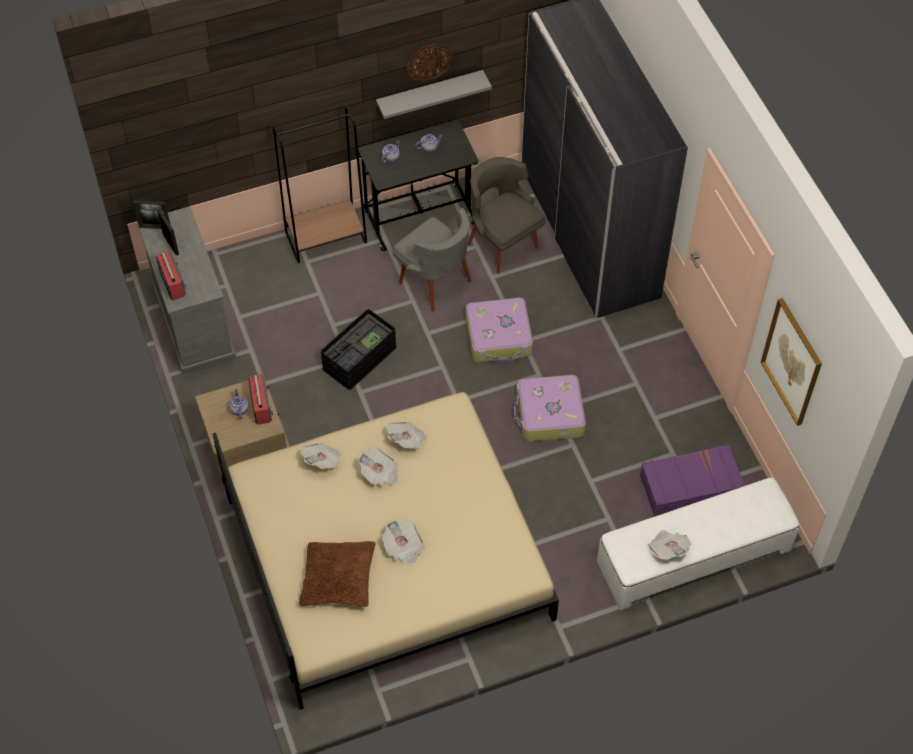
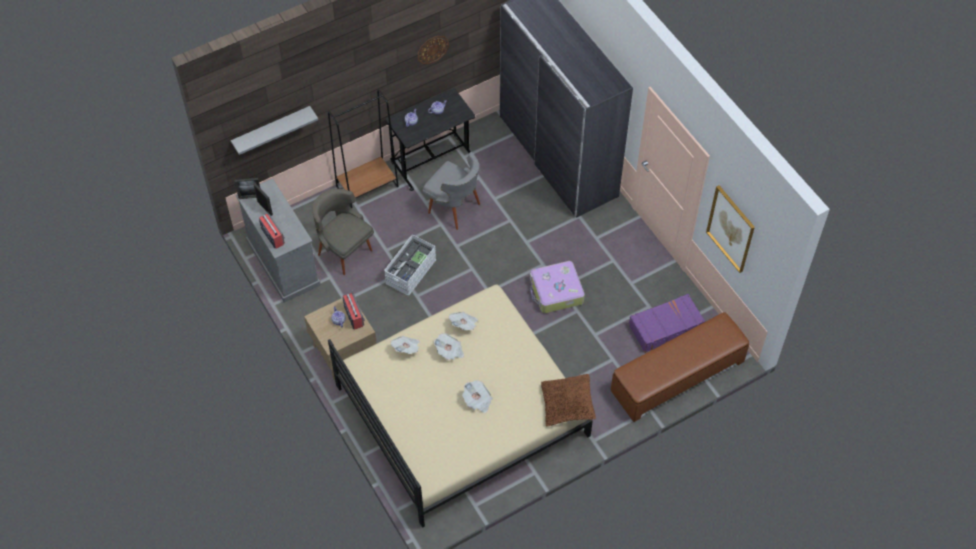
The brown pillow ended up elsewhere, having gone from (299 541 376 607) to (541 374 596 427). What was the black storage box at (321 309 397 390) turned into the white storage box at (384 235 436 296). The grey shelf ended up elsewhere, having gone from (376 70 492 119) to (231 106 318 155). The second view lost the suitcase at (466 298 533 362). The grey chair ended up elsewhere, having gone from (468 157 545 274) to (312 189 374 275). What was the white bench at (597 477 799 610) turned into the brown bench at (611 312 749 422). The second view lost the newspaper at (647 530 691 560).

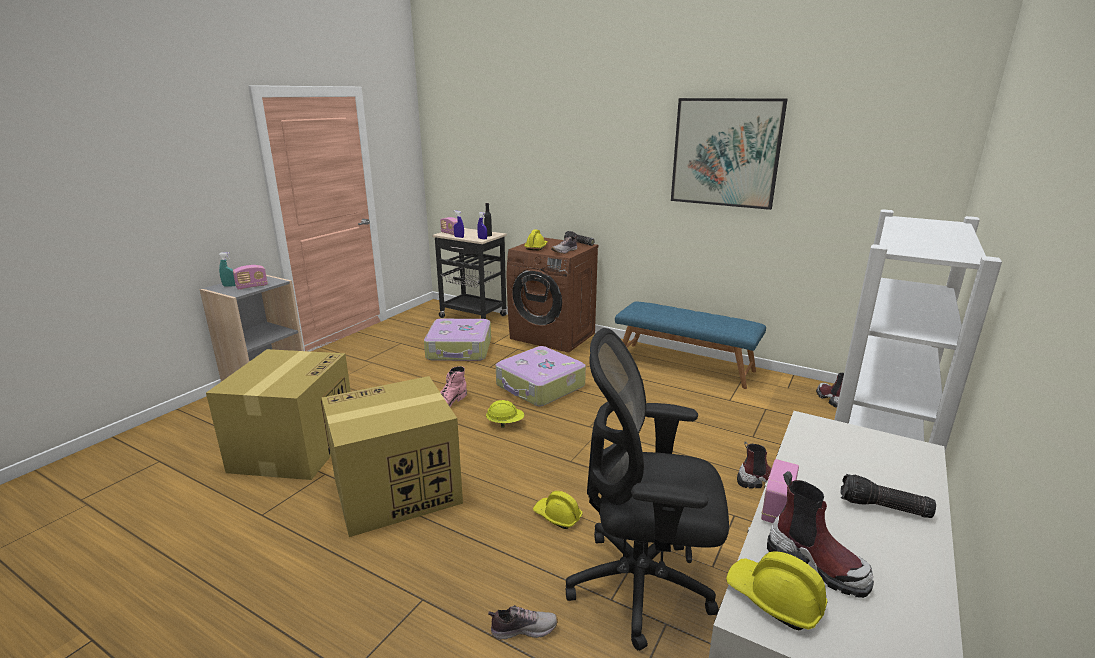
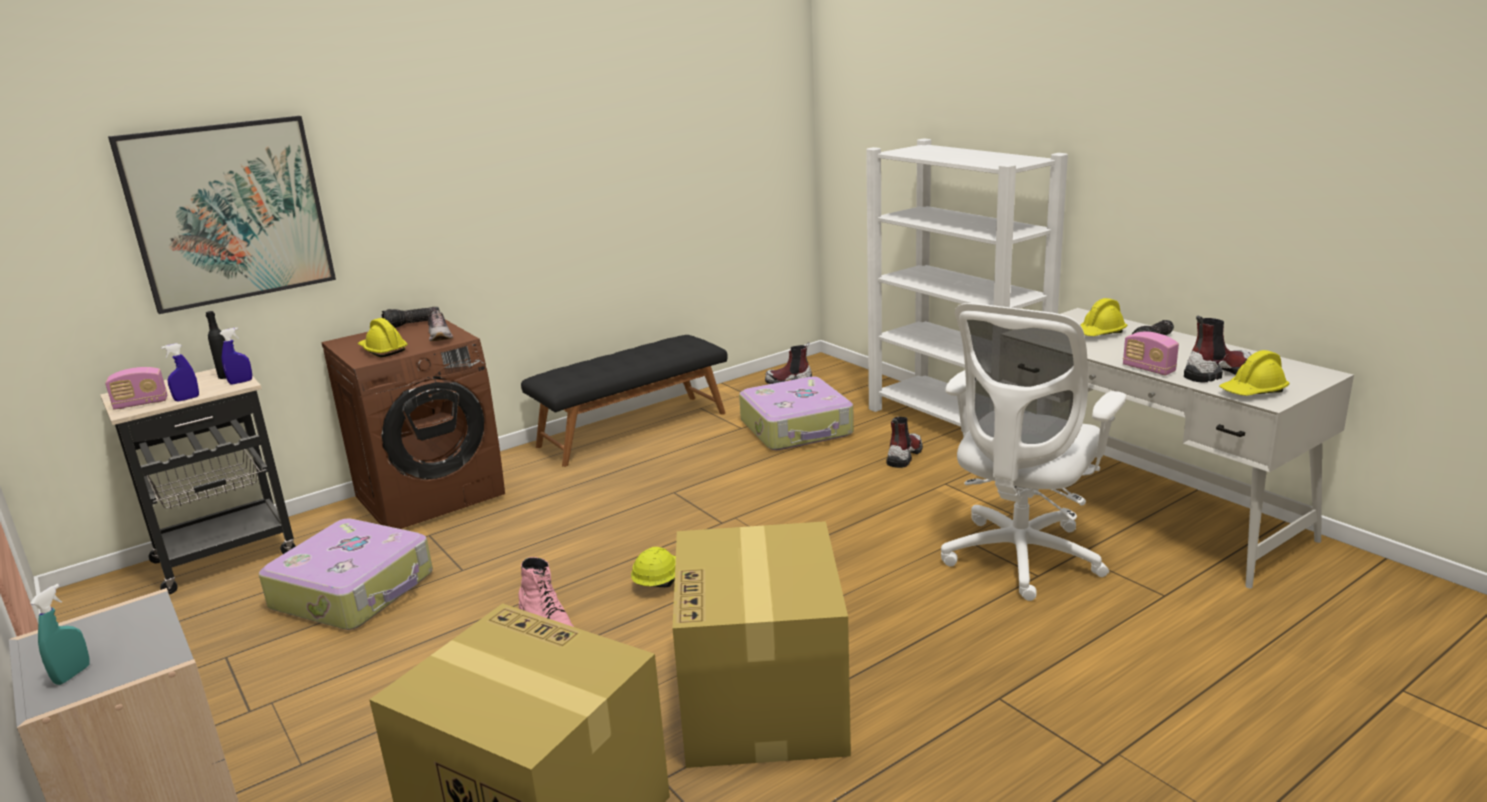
The second view lost the radio at (233 265 268 289). The second view lost the shoe at (488 605 558 640). The suitcase ended up elsewhere, having gone from (496 346 586 406) to (739 377 854 450). The yellow hard hat ended up elsewhere, having gone from (533 491 583 529) to (1080 298 1127 336). What was the black office chair at (566 328 729 651) turned into the white office chair at (941 303 1126 601). What was the blue bench at (615 301 766 389) turned into the black bench at (521 335 728 467). The picture ended up elsewhere, having gone from (671 98 788 210) to (108 116 336 314).

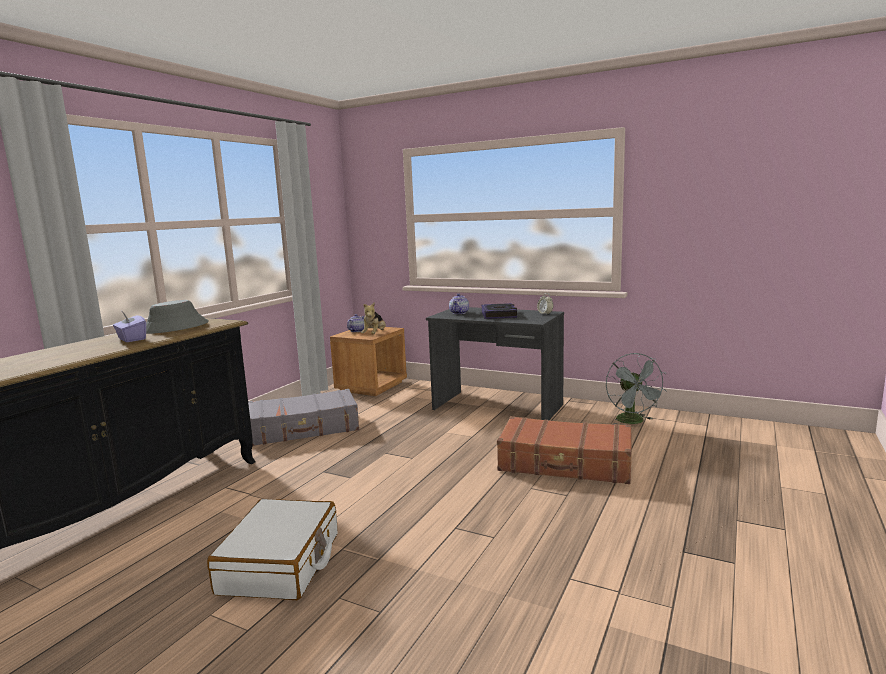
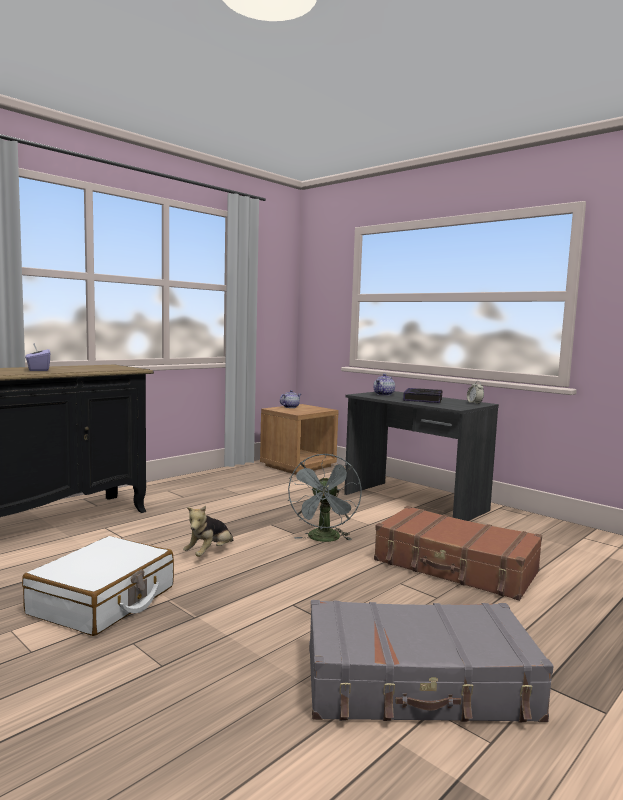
The second view lost the grey hat at (146 300 209 334). The grey suitcase ended up elsewhere, having gone from (248 389 359 446) to (309 600 553 722). The plush toy ended up elsewhere, having gone from (361 302 386 334) to (183 505 234 557). The grey fan ended up elsewhere, having gone from (606 353 667 424) to (288 454 362 542).

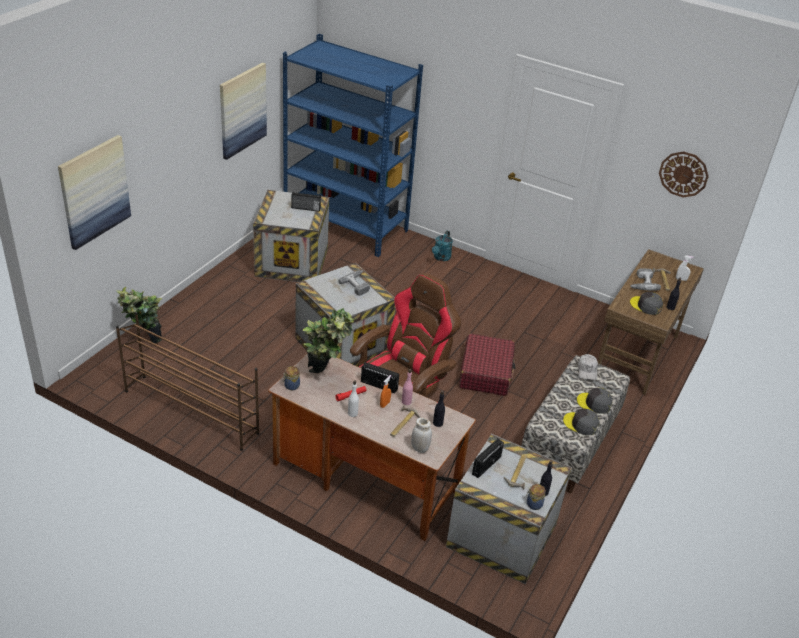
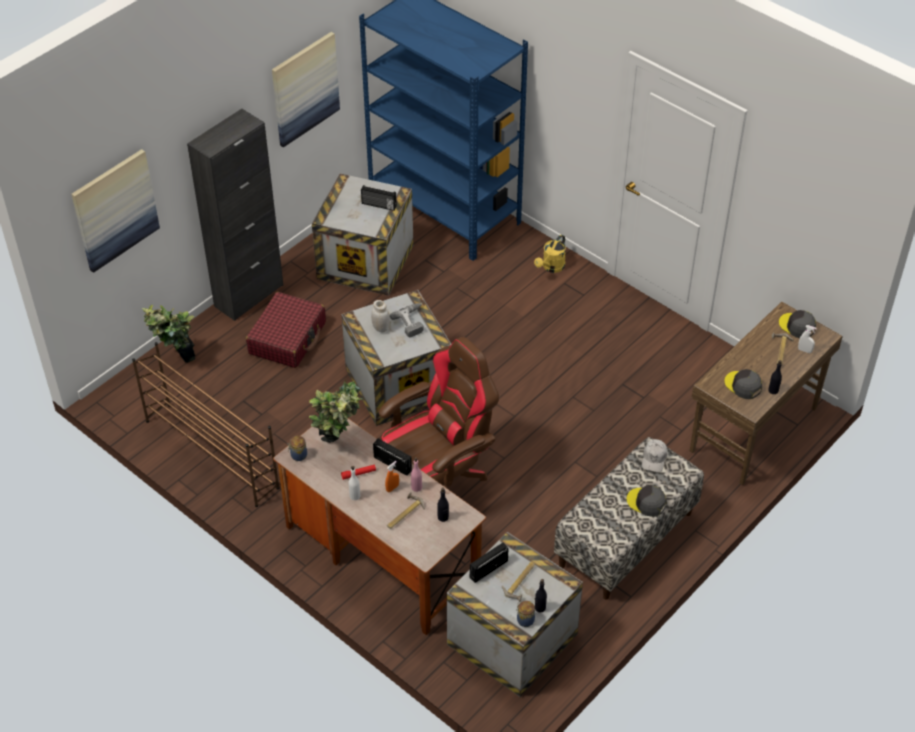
The white jar ended up elsewhere, having gone from (411 417 432 453) to (371 300 390 332). What was the turquoise watering can at (432 231 453 261) turned into the yellow watering can at (534 235 566 273). The red suitcase ended up elsewhere, having gone from (459 333 515 396) to (246 292 326 368). The grey cap ended up elsewhere, having gone from (563 409 600 436) to (779 310 816 338). The second view lost the power drill at (631 268 661 291). The second view lost the wall clock at (659 151 709 197). The second view gained the black cabinet at (187 109 283 321).

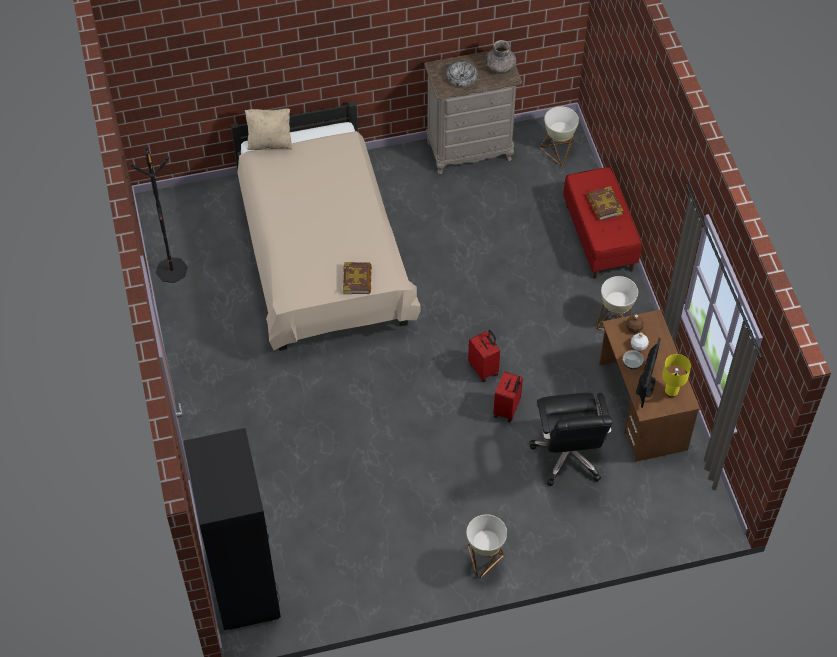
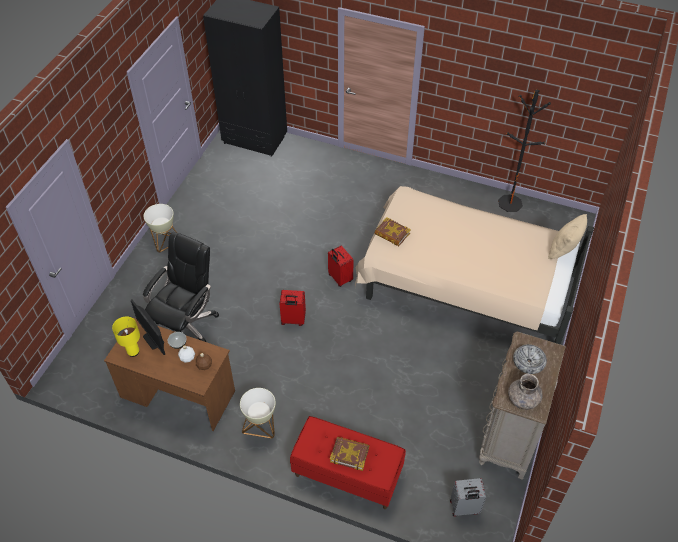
The red suitcase ended up elsewhere, having gone from (493 371 523 422) to (328 246 354 287). The black office chair at (529 393 612 486) ended up facing another way, 90 degrees clockwise from before. Where the planter stood at (540 106 579 166), the grey suitcase came to stand at (450 478 486 517).

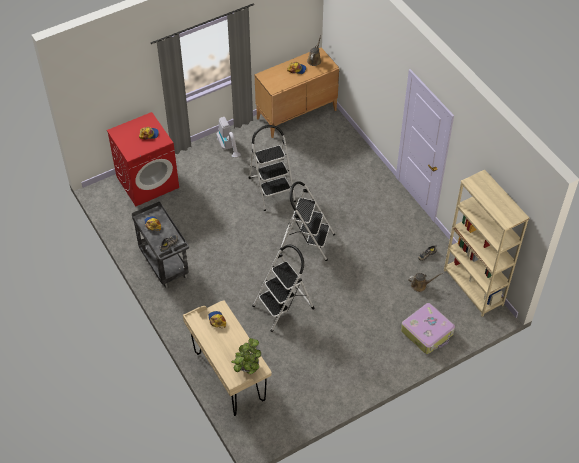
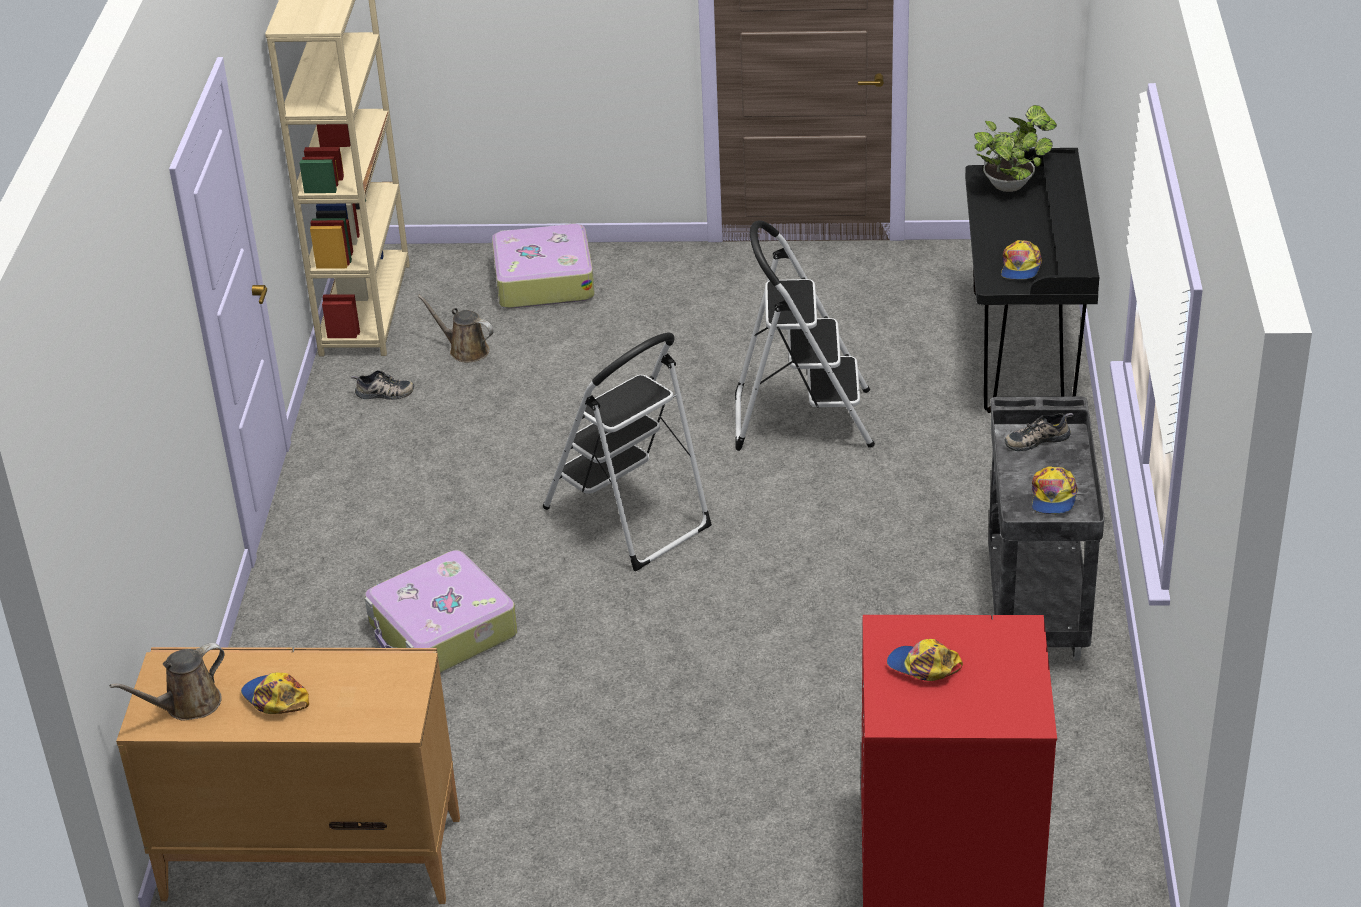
What was the beige desk at (183 300 272 416) turned into the black desk at (965 148 1099 413). The second view lost the vacuum cleaner at (217 117 241 157). The second view lost the step ladder at (249 125 296 211). The second view gained the suitcase at (365 550 517 673).

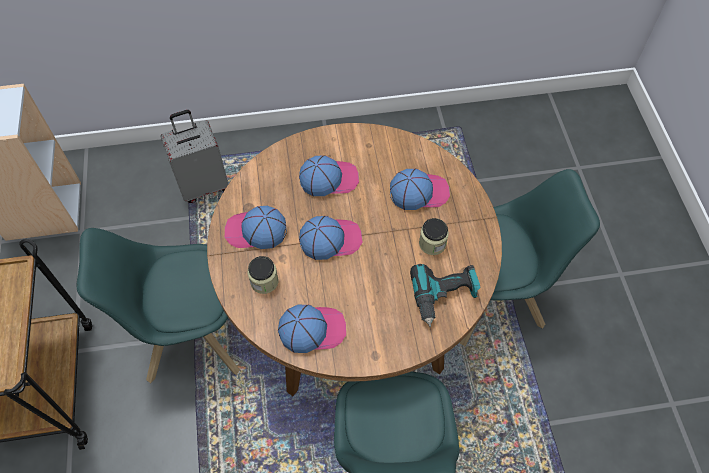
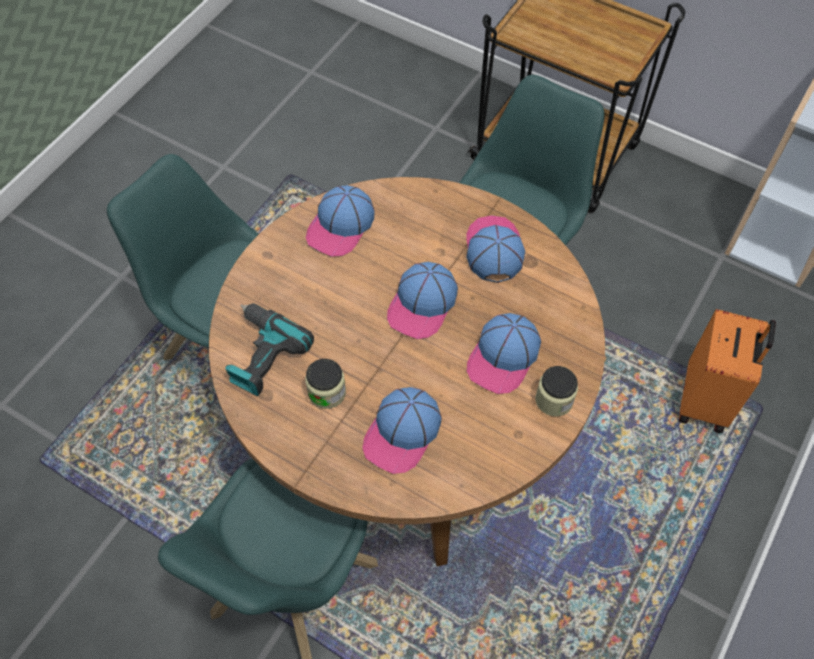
What was the grey suitcase at (160 110 228 203) turned into the orange suitcase at (679 309 776 433). The cap at (225 206 287 249) ended up facing another way, 45 degrees counterclockwise from before. The jar ended up elsewhere, having gone from (248 256 278 294) to (535 366 578 416).

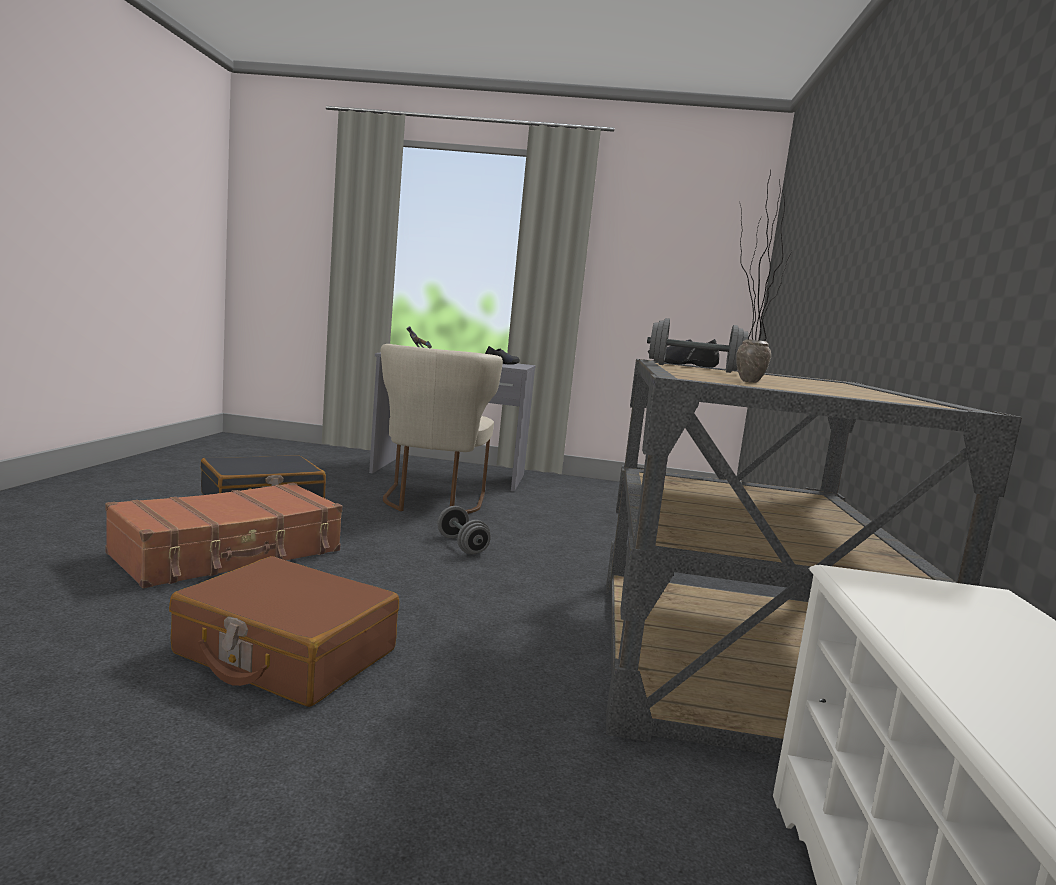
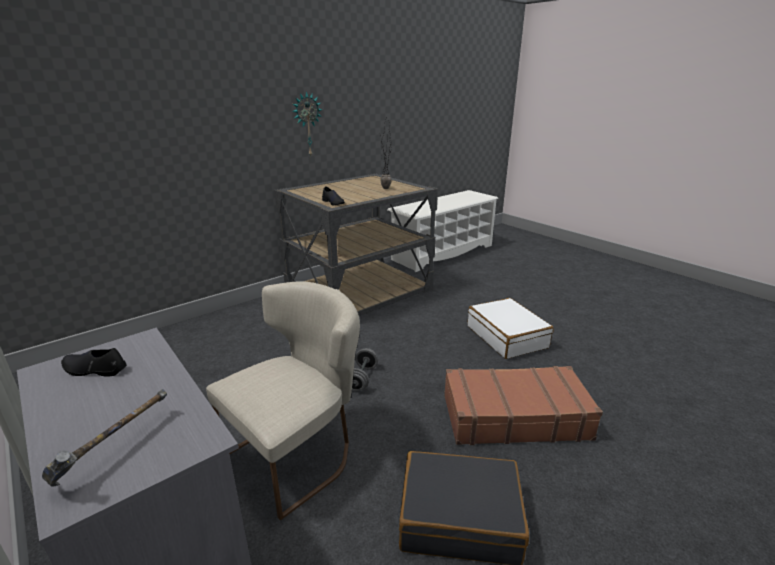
What was the brown suitcase at (169 556 399 707) turned into the white suitcase at (468 298 554 359). The second view lost the grey dumbbell at (647 318 748 373). The second view gained the wall clock at (292 91 322 156).

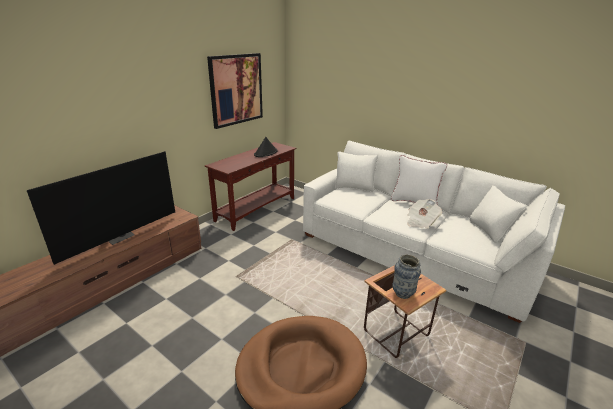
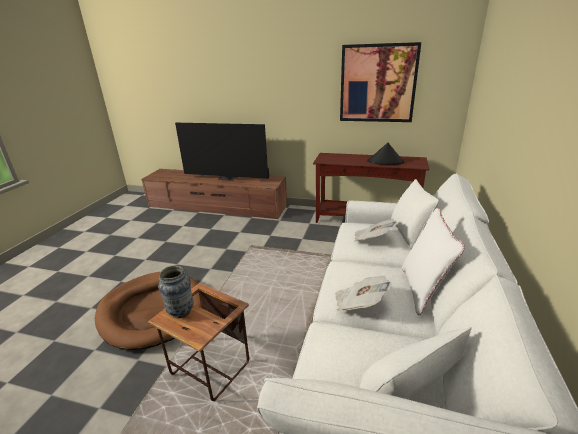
The second view gained the newspaper at (354 219 397 242).

